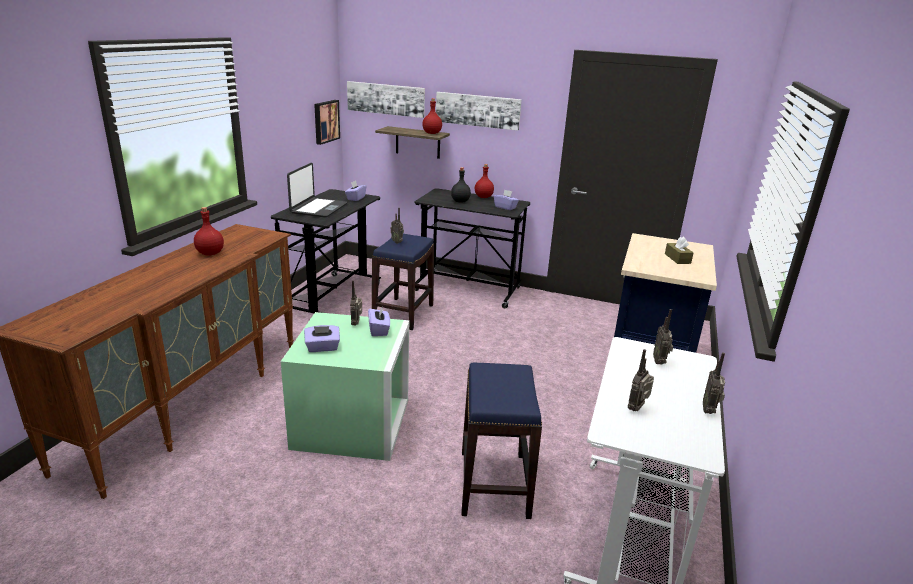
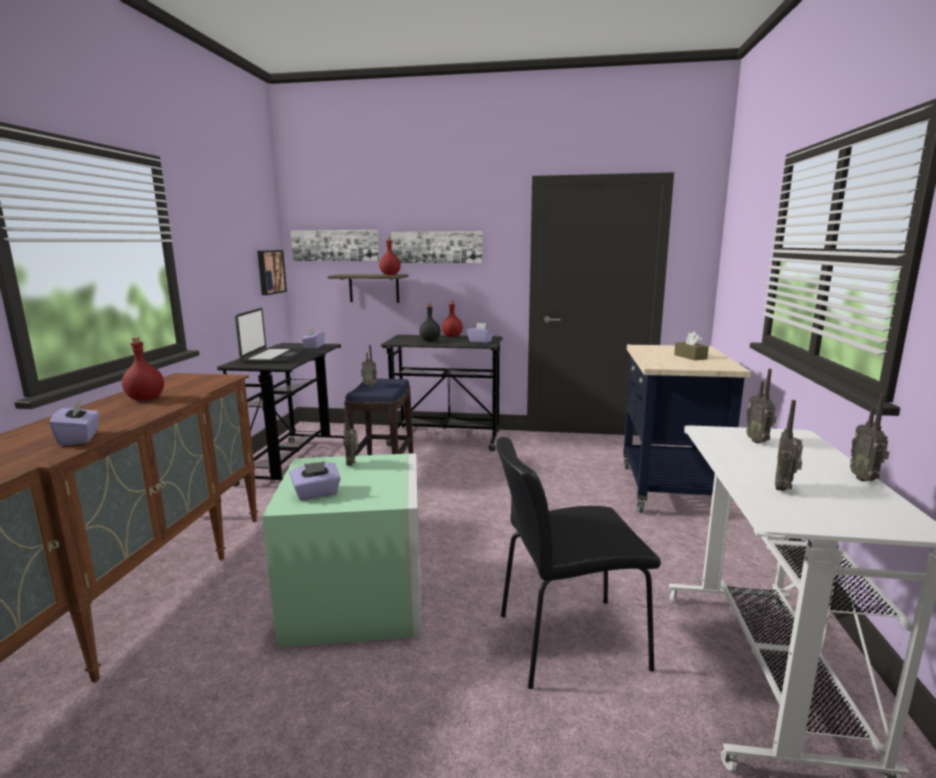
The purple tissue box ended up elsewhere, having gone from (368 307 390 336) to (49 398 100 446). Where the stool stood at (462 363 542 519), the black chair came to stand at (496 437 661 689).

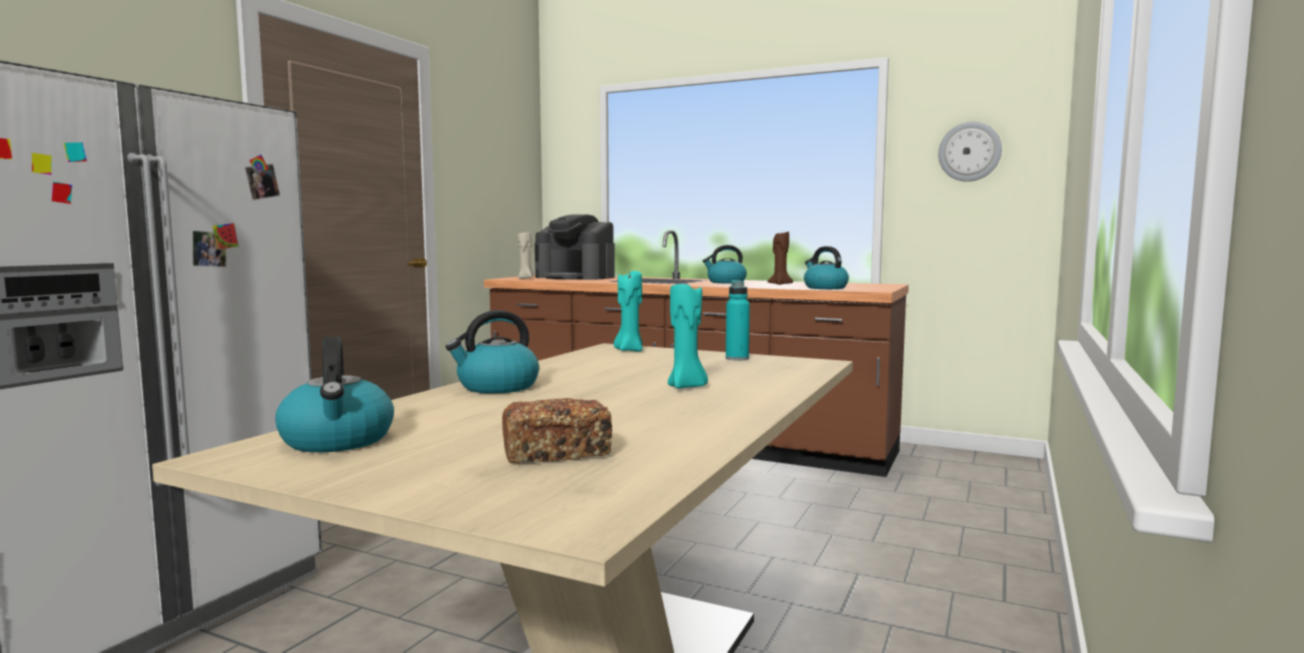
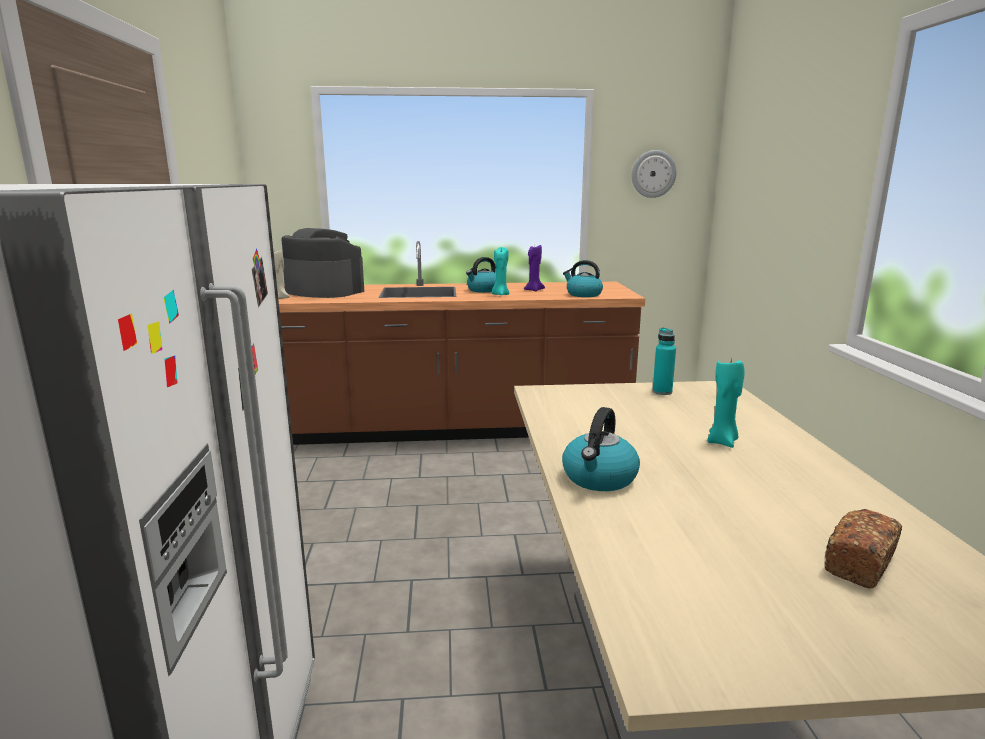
The second view lost the kettle at (275 337 394 452). The coffee machine at (535 214 615 280) ended up facing another way, 150 degrees counterclockwise from before. The turquoise candle ended up elsewhere, having gone from (614 271 642 351) to (492 247 510 295). What was the brown candle at (767 232 793 285) turned into the purple candle at (524 245 545 291).

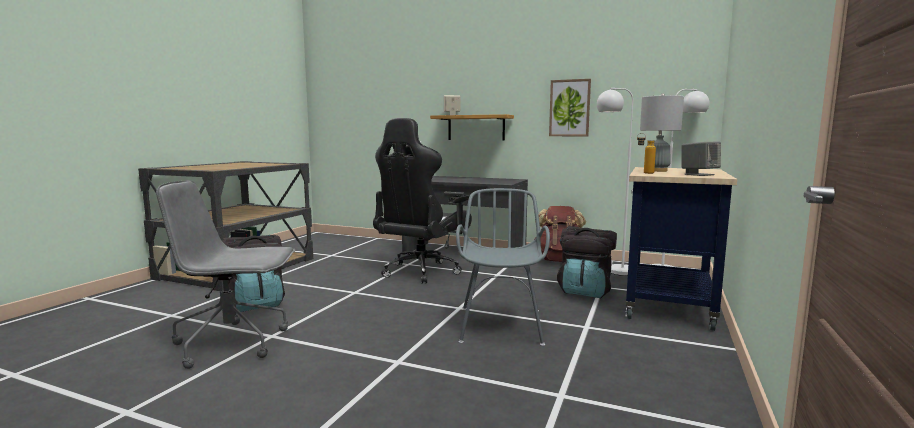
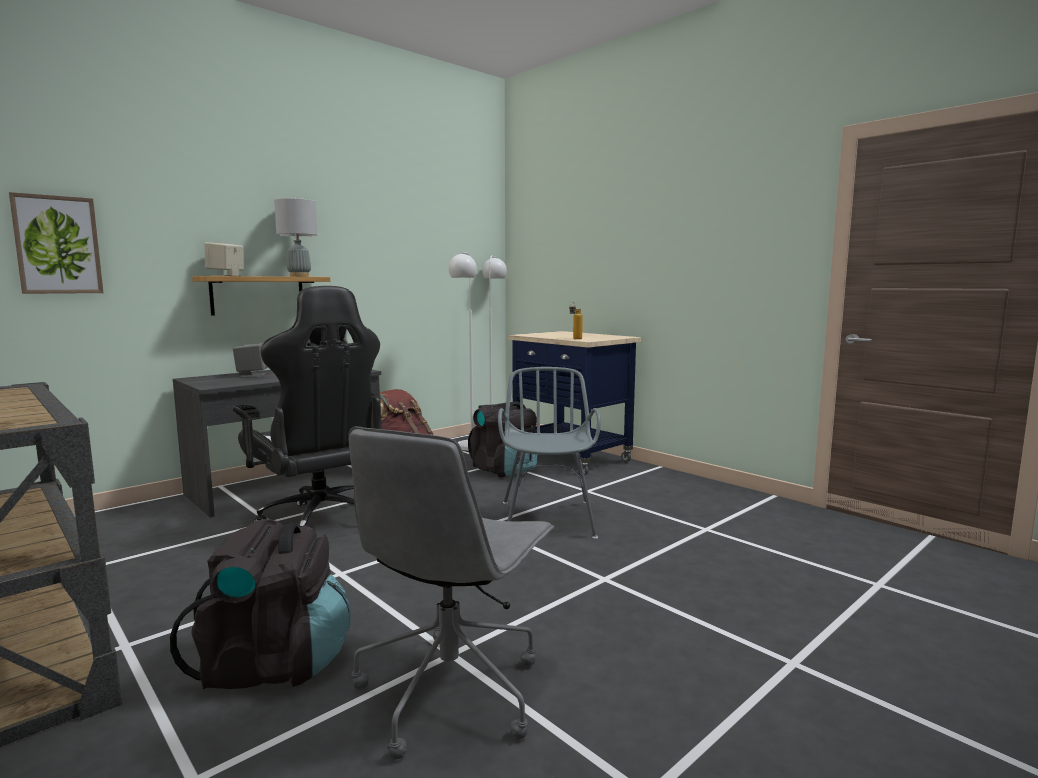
The grey chair at (456 188 550 346) ended up facing another way, 60 degrees clockwise from before. The picture ended up elsewhere, having gone from (549 79 591 136) to (9 192 103 294). The grey table lamp ended up elsewhere, having gone from (640 93 684 172) to (274 197 317 277). The grey speaker ended up elsewhere, having gone from (682 142 721 176) to (233 343 268 377).

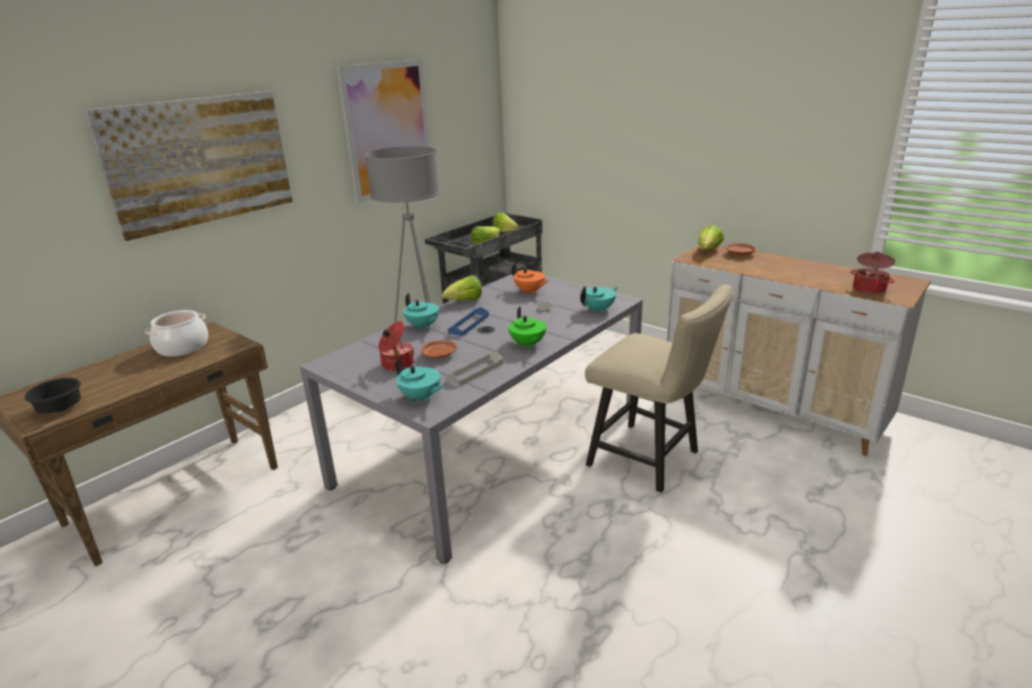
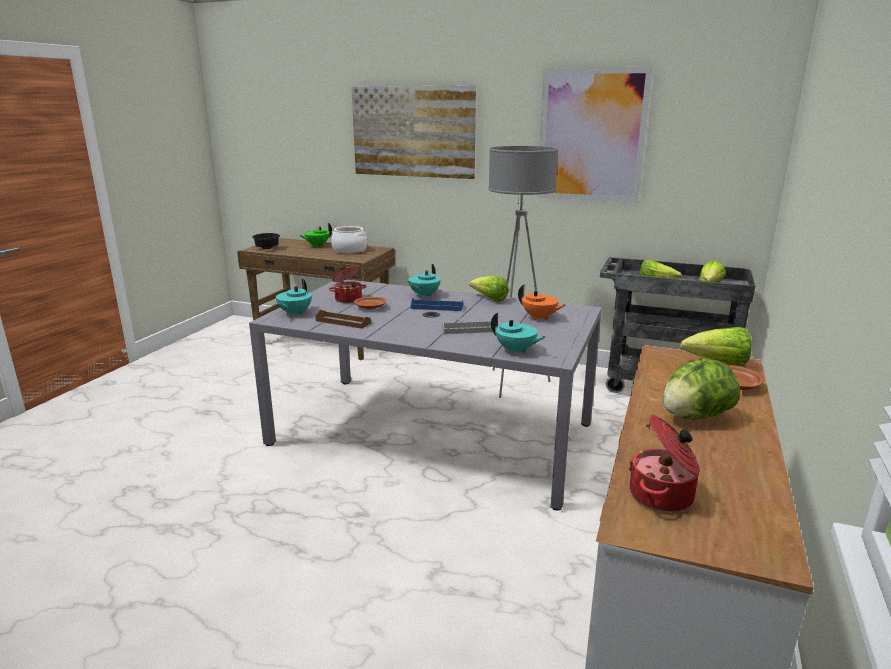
What was the grey tray at (446 352 503 386) turned into the brown tray at (315 310 371 329). The green teapot ended up elsewhere, having gone from (508 307 546 348) to (299 223 332 247). The orange teapot at (512 262 549 294) ended up facing another way, 75 degrees counterclockwise from before. The second view lost the beige chair at (585 285 733 493). The second view gained the lettuce at (663 359 740 420).

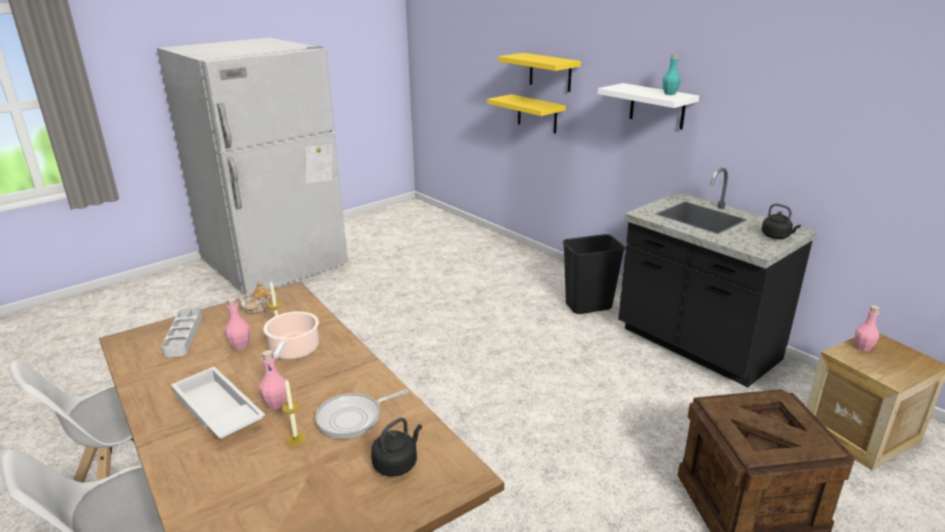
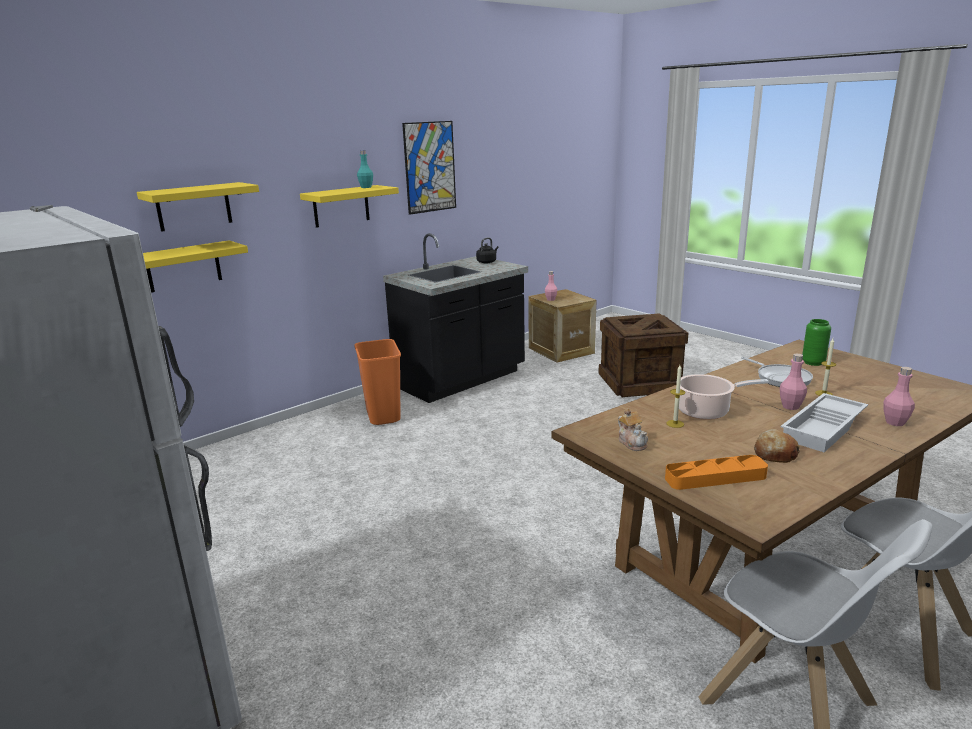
What was the grey tray at (161 307 202 357) turned into the orange tray at (665 455 768 490). The pink bottle ended up elsewhere, having gone from (224 297 250 350) to (883 367 915 426). Where the black kettle stood at (371 418 422 476), the green vase came to stand at (802 319 831 366). What was the black trash can at (563 234 625 314) turned into the orange trash can at (354 339 401 425). What was the white shelf at (598 83 699 130) turned into the yellow shelf at (300 185 399 228). The second view gained the picture at (402 121 456 215). The second view gained the bread at (754 429 800 463).

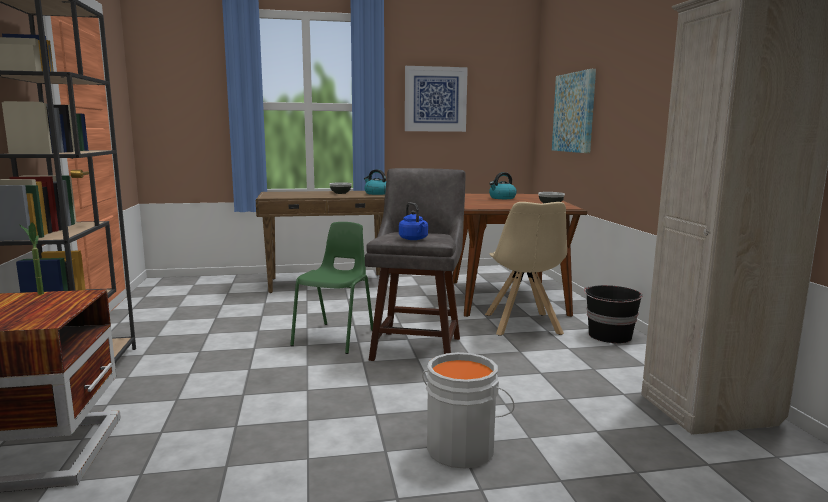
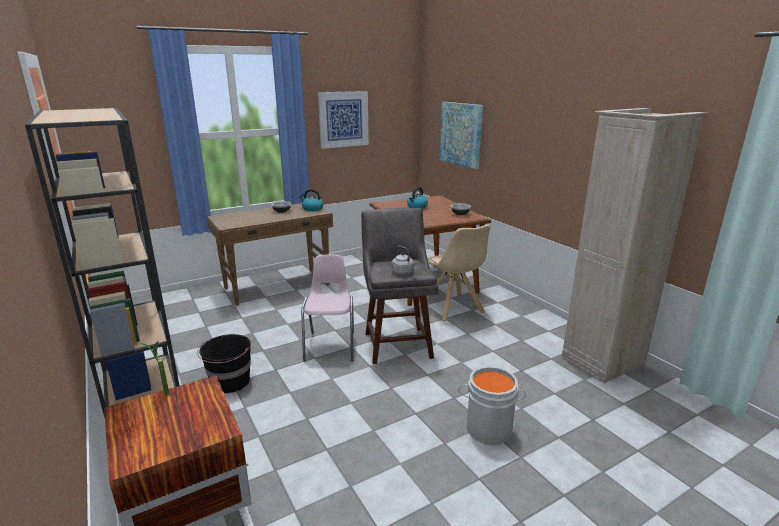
What was the green chair at (290 222 373 354) turned into the pink chair at (301 255 354 362). What was the blue kettle at (399 202 428 240) turned into the grey kettle at (392 246 417 275). The black bucket ended up elsewhere, having gone from (584 285 642 343) to (197 334 251 393).

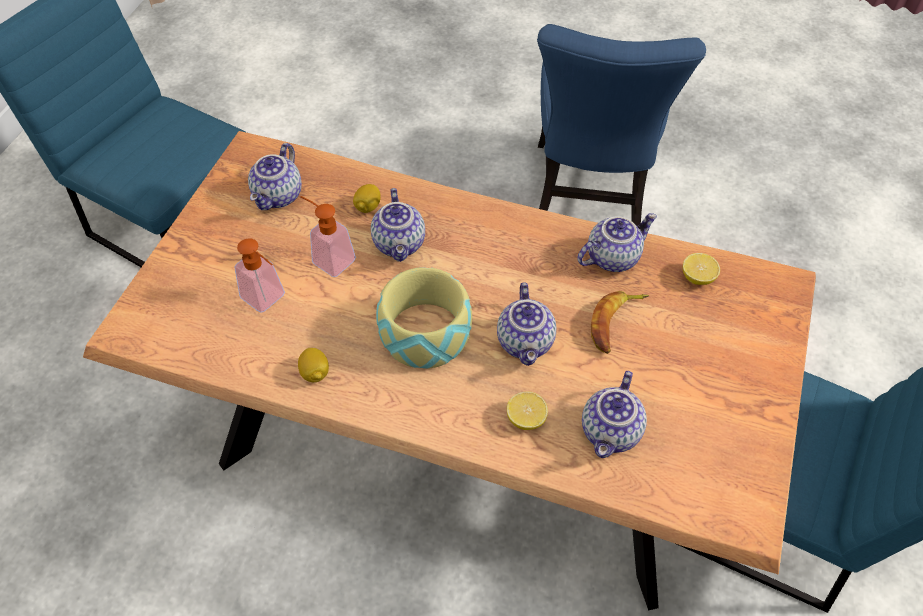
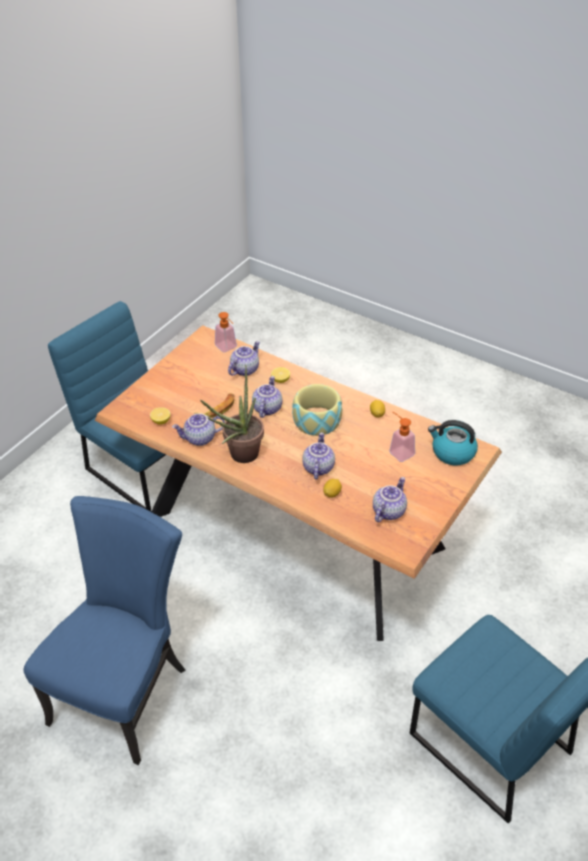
The soap dispenser ended up elsewhere, having gone from (300 196 356 277) to (215 312 237 352). The second view gained the potted plant at (200 365 264 463). The second view gained the kettle at (428 420 478 465).

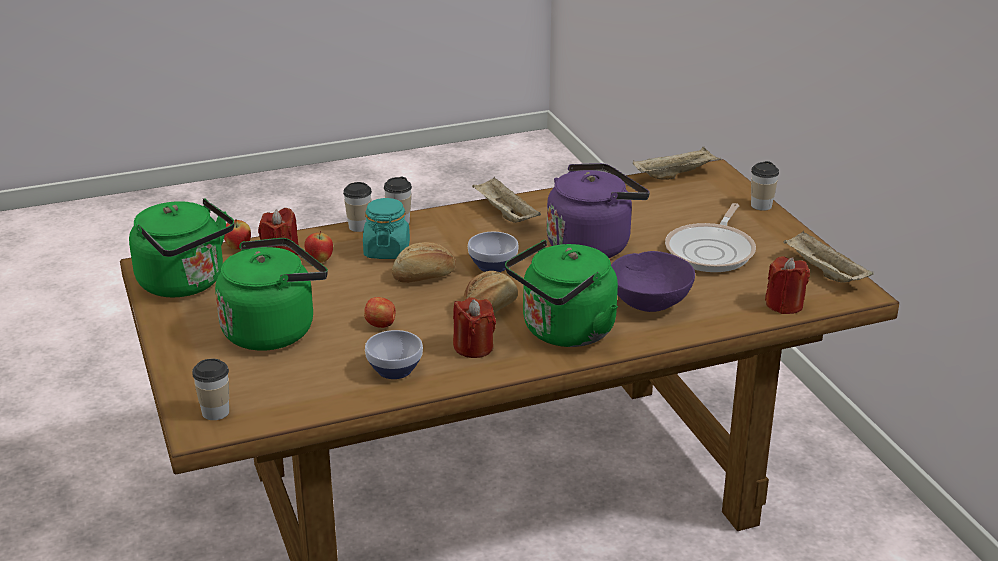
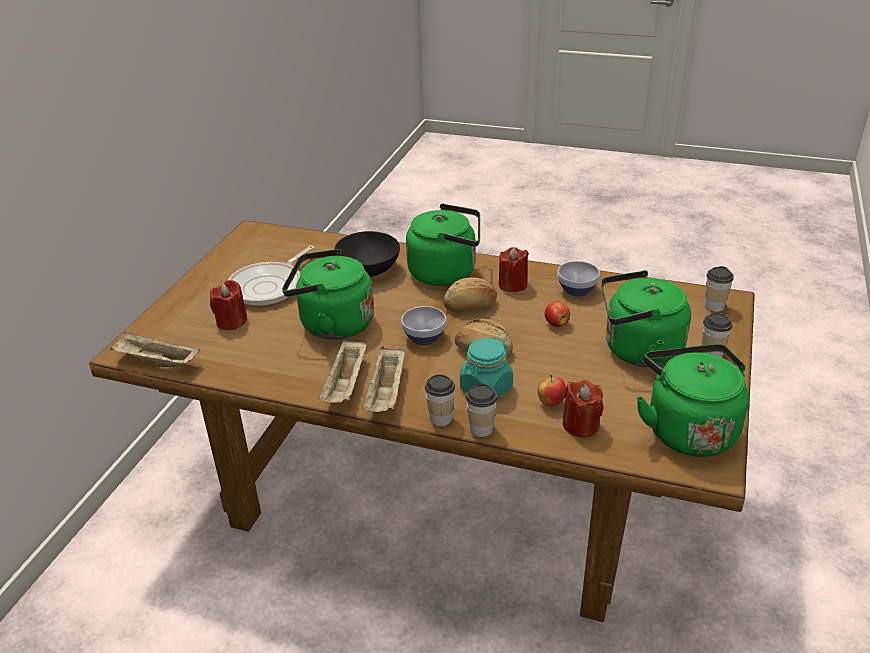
The second view lost the apple at (224 219 251 249). What was the purple kettle at (547 163 650 258) turned into the green kettle at (282 249 374 340). What was the purple bowl at (611 251 695 312) turned into the black bowl at (334 231 400 277). The frying pan at (665 203 756 272) ended up facing another way, 150 degrees clockwise from before. The cup ended up elsewhere, having gone from (751 161 779 211) to (702 313 732 358). The red candle ended up elsewhere, having gone from (765 257 810 314) to (210 280 247 330). The beige tray ended up elsewhere, having gone from (783 231 874 283) to (363 346 405 412).

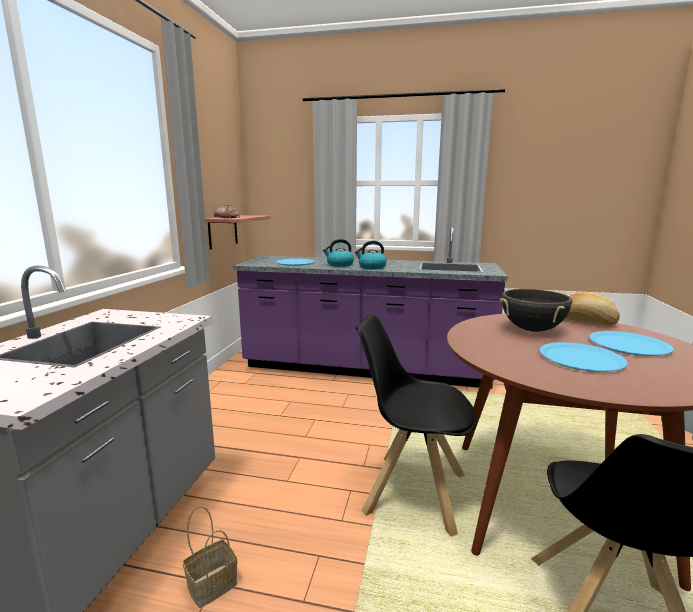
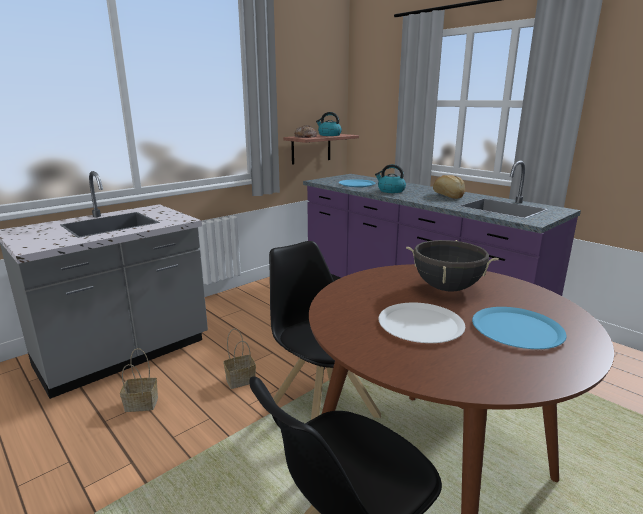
The kettle ended up elsewhere, having gone from (355 241 387 269) to (316 112 342 136). What was the blue plate at (540 342 628 372) turned into the white plate at (378 303 465 343). The bread ended up elsewhere, having gone from (565 292 620 325) to (433 175 465 199). The second view gained the basket at (223 329 256 389).

